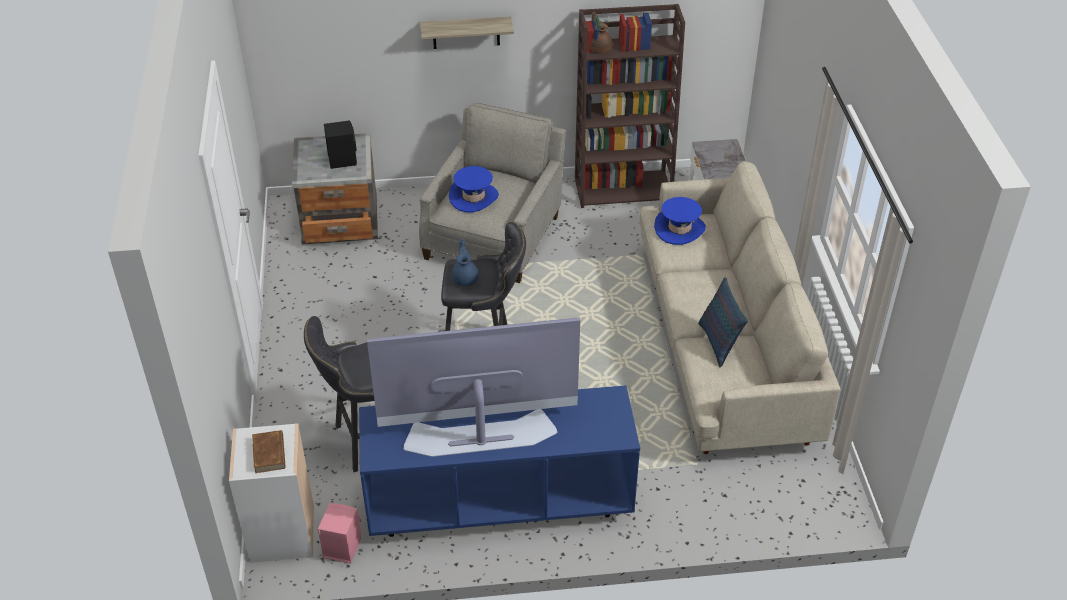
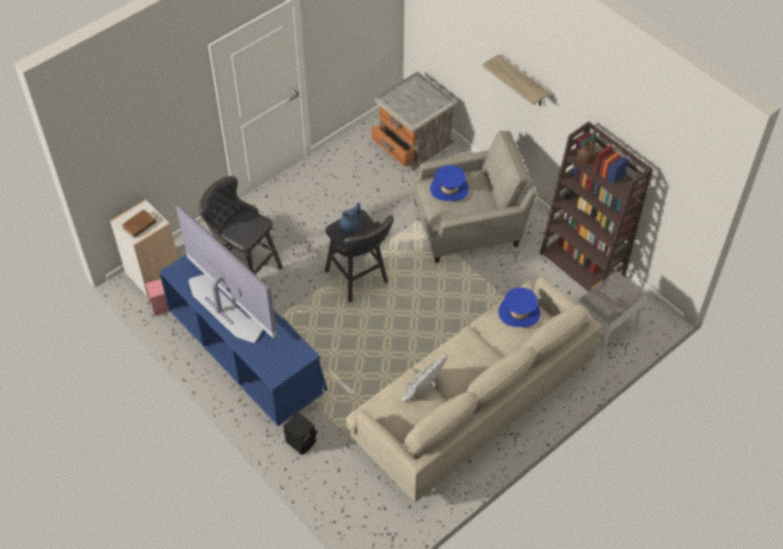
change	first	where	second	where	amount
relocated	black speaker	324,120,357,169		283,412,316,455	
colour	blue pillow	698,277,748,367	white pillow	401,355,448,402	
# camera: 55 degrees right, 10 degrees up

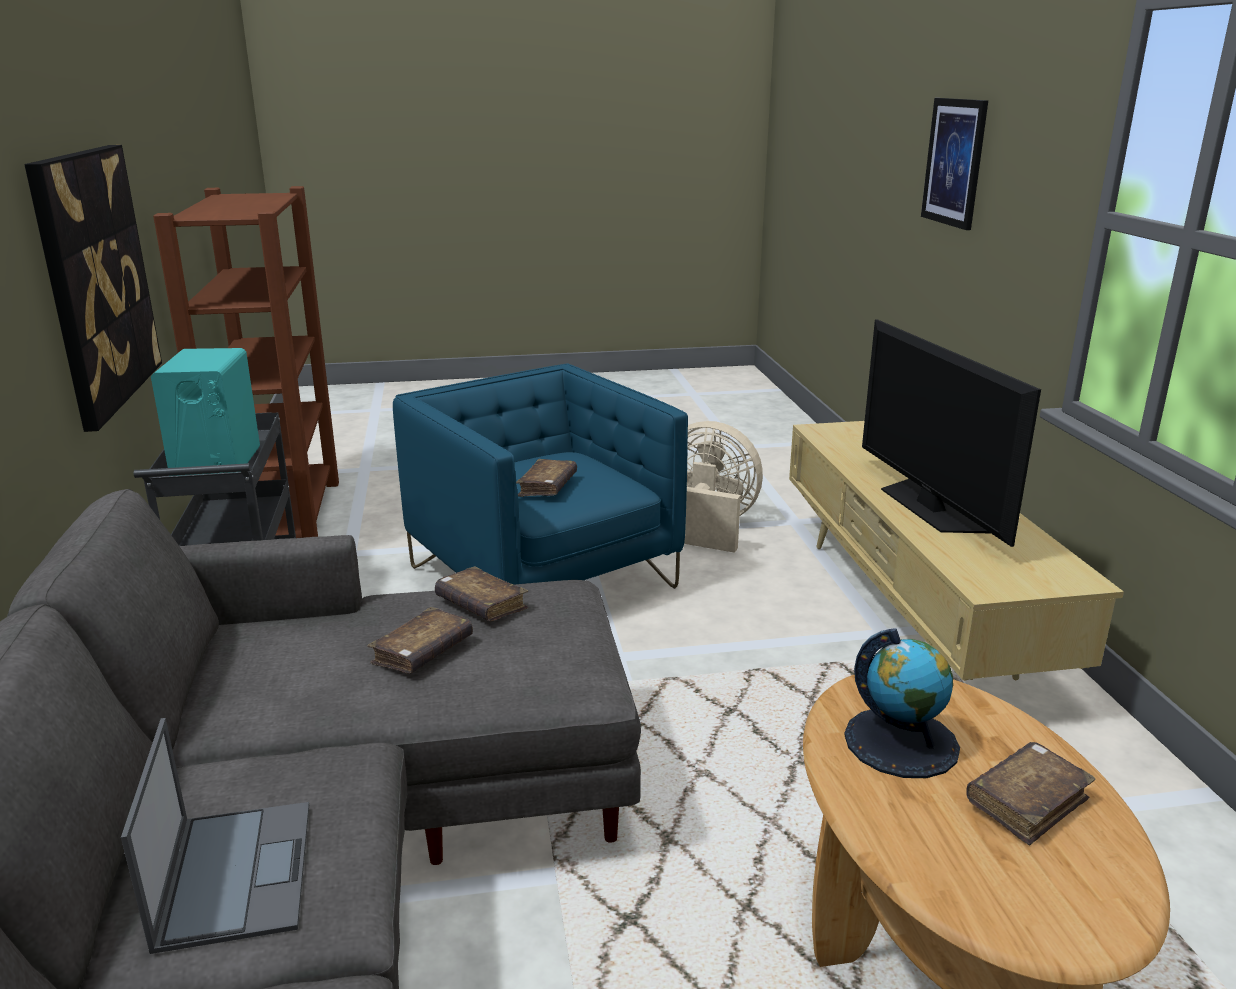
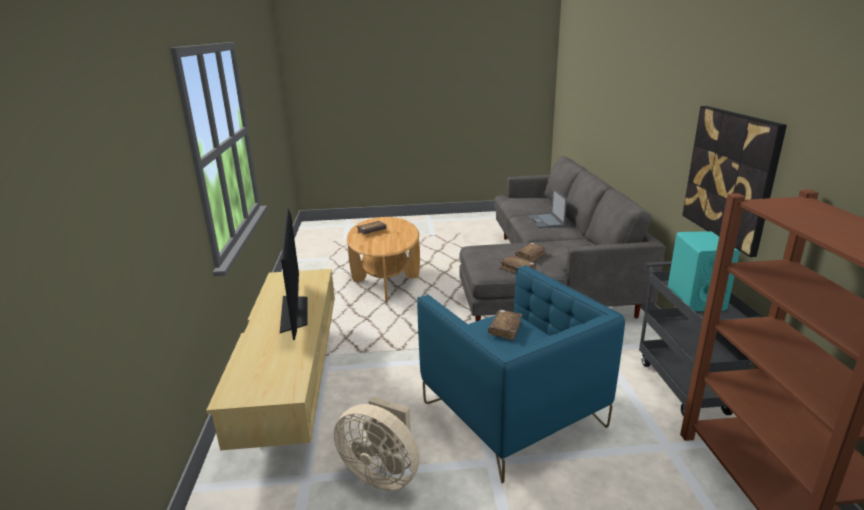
change	first	where	second	where	amount
missing	globe	844,628,960,778			
missing	picture	921,98,988,230			
# camera: 175 degrees left, 0 degrees up

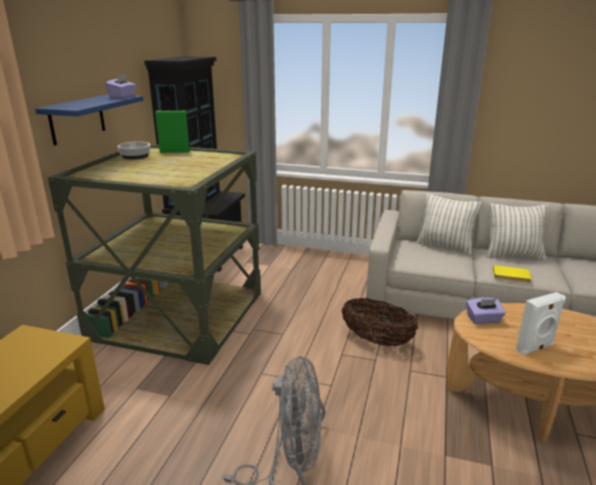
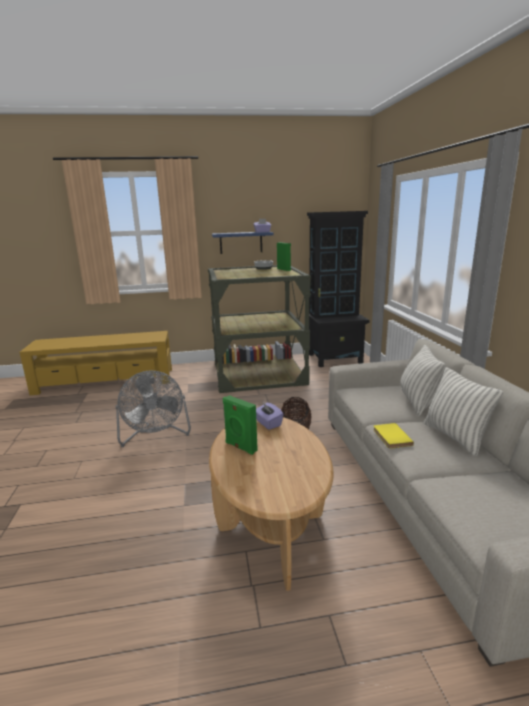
change	first	where	second	where	amount
colour	white speaker	516,292,566,355	green speaker	223,395,258,455	
# camera: 65 degrees right, 5 degrees down

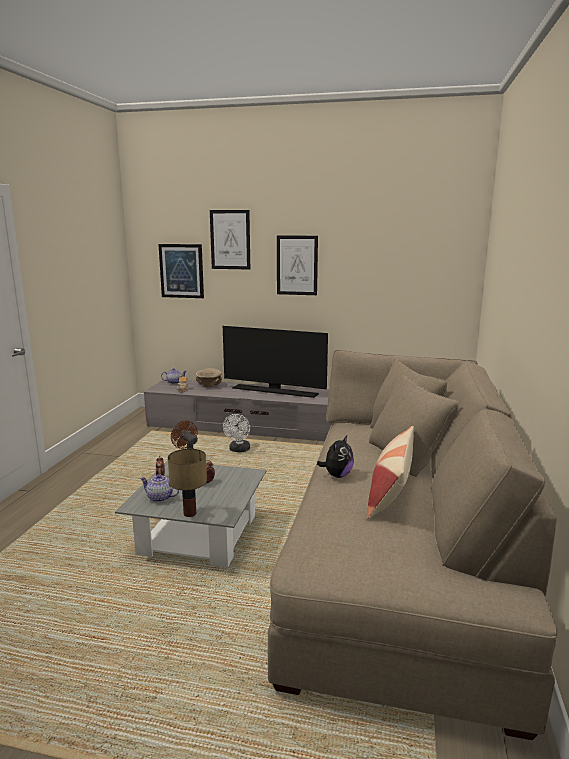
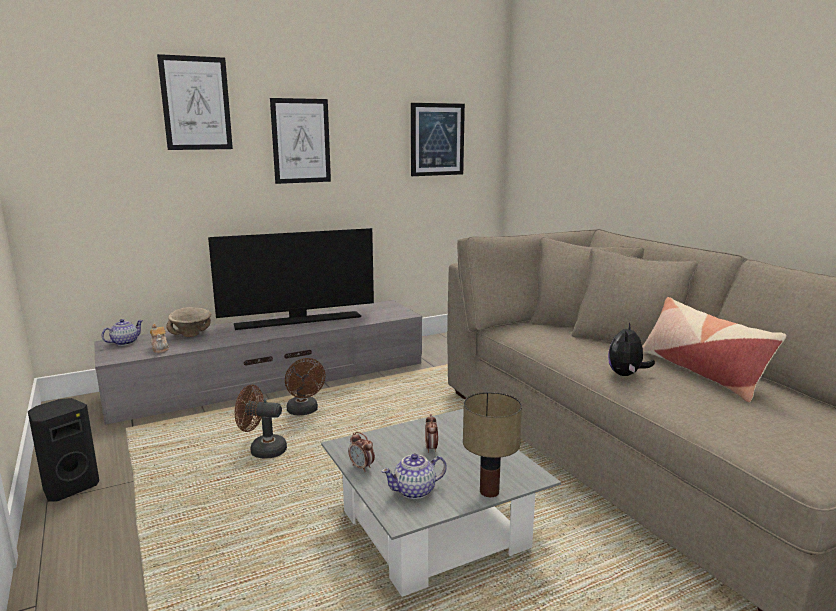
change	first	where	second	where	amount
relocated	picture	158,244,204,298		411,103,465,176	
colour	white fan	223,414,250,452	brown fan	285,358,325,415	
spun	plush toy	317,436,354,478		608,323,655,376	150 degrees counterclockwise
appeared			black speaker	28,398,99,502	
# camera: 40 degrees left, 0 degrees up

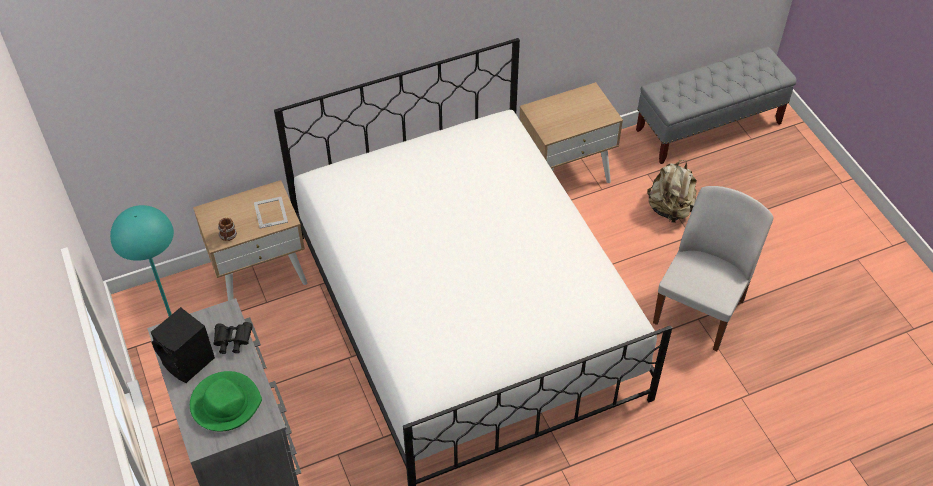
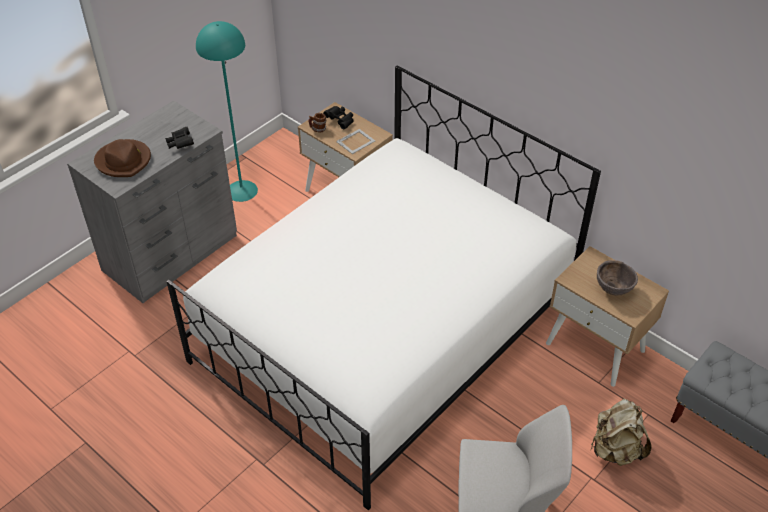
change	first	where	second	where	amount
missing	black speaker	151,307,215,383			
colour	green hat	190,371,262,431	brown hat	94,139,151,177	
appeared			black binoculars	323,106,354,129	
appeared			brown bowl	597,260,638,296	
# camera: 65 degrees right, 5 degrees down

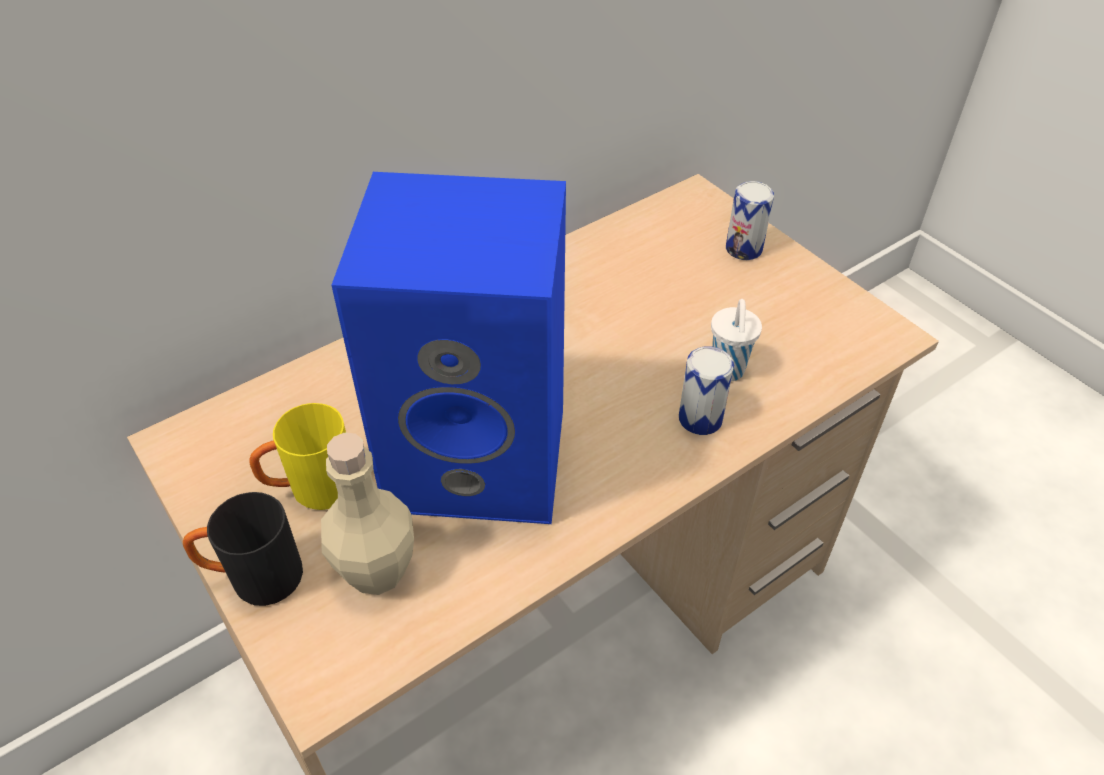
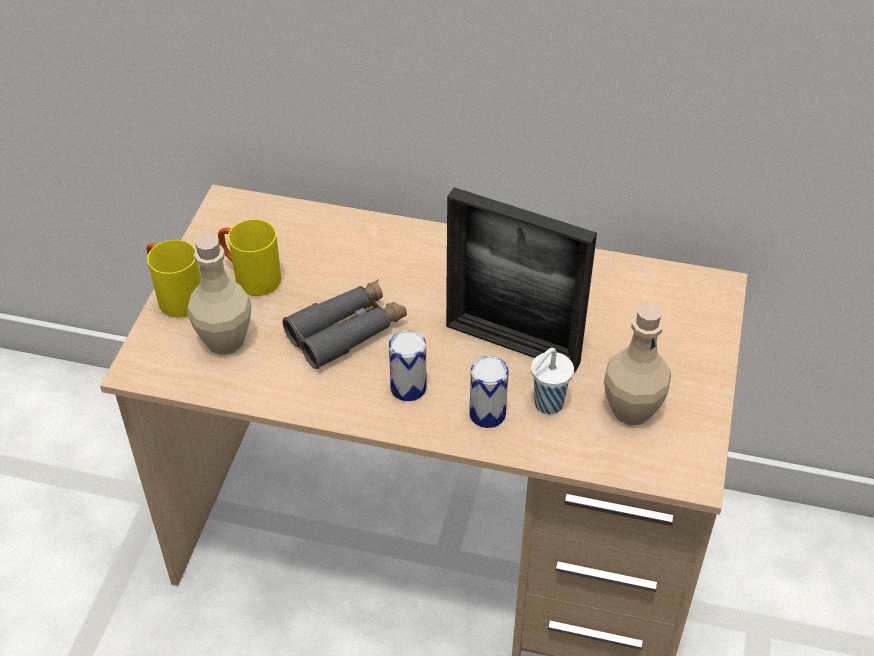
change	first	where	second	where	amount
colour	black mug	183,492,303,606	yellow mug	147,240,201,317	
exchanged	blue speaker	331,172,566,524	grey binoculars	283,279,407,369	
relocated	can	726,181,774,260		389,330,426,401	
appeared			picture frame	446,187,597,372	
appeared			beige bottle	604,303,671,425	
# camera: 50 degrees right, 0 degrees up

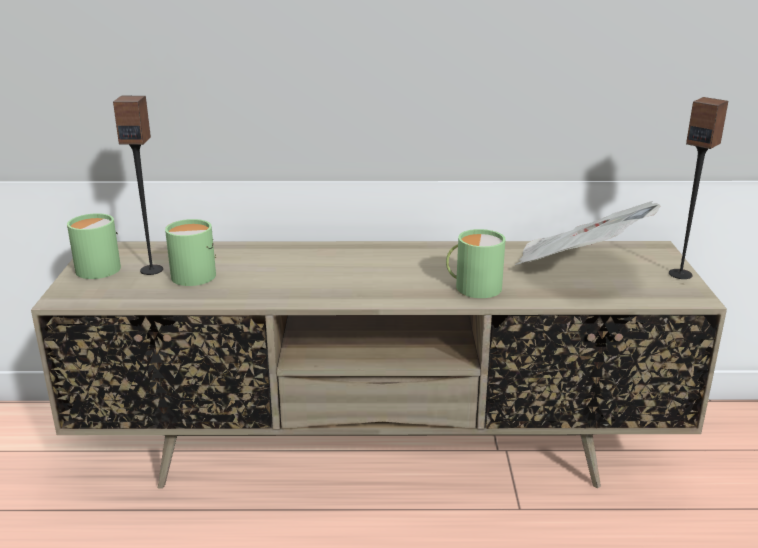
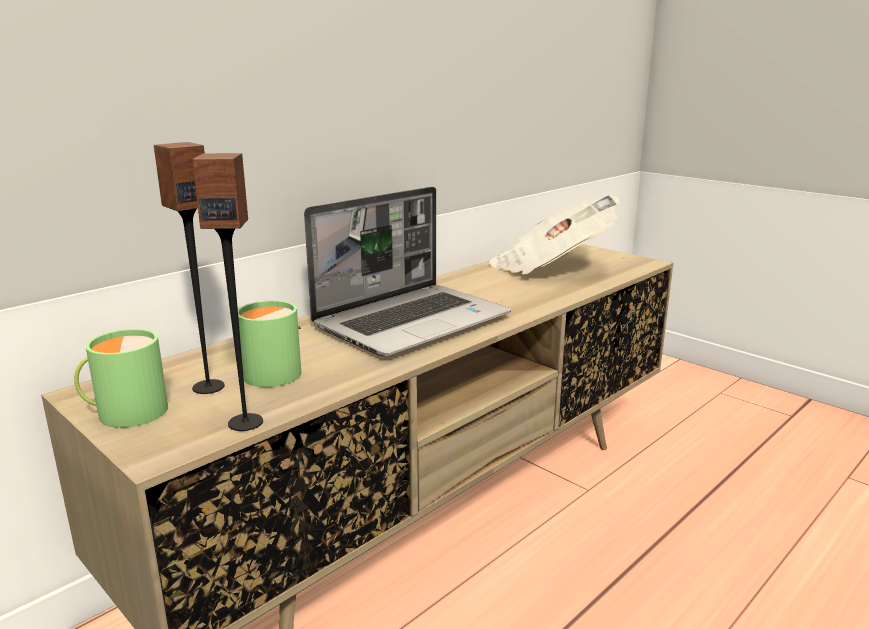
change	first	where	second	where	amount
missing	green mug	446,229,506,298			
relocated	speaker	669,97,728,279		192,153,263,431	
appeared			laptop	304,187,511,356	
# camera: 45 degrees left, 5 degrees down

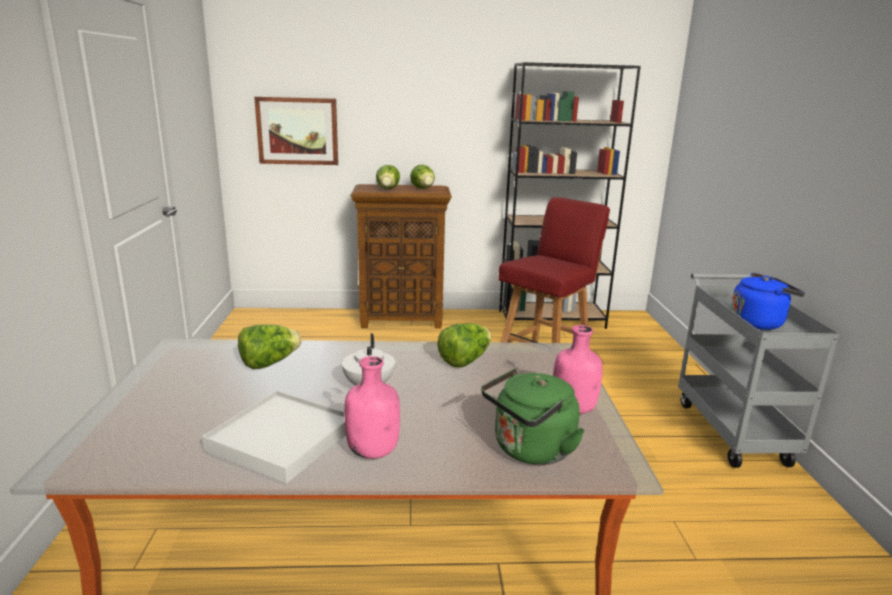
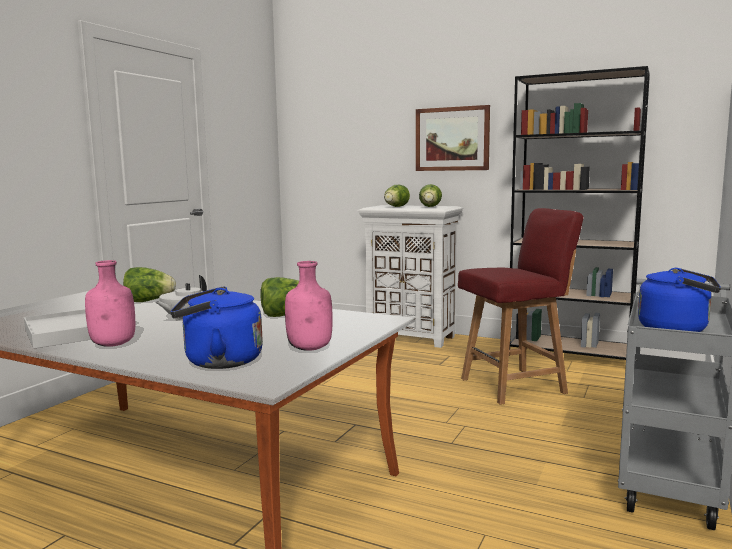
change	first	where	second	where	amount
relocated	picture	254,97,338,165		416,105,490,171	
colour	brown cabinet	350,184,452,329	white cabinet	357,205,464,348	
colour	green kettle	481,368,585,465	blue kettle	170,286,263,369	
# camera: 30 degrees right, 10 degrees down

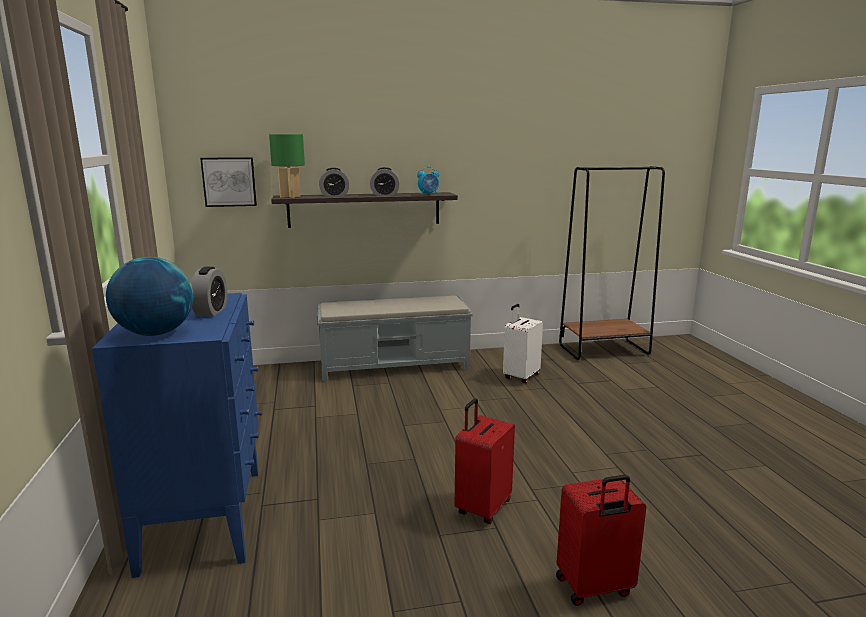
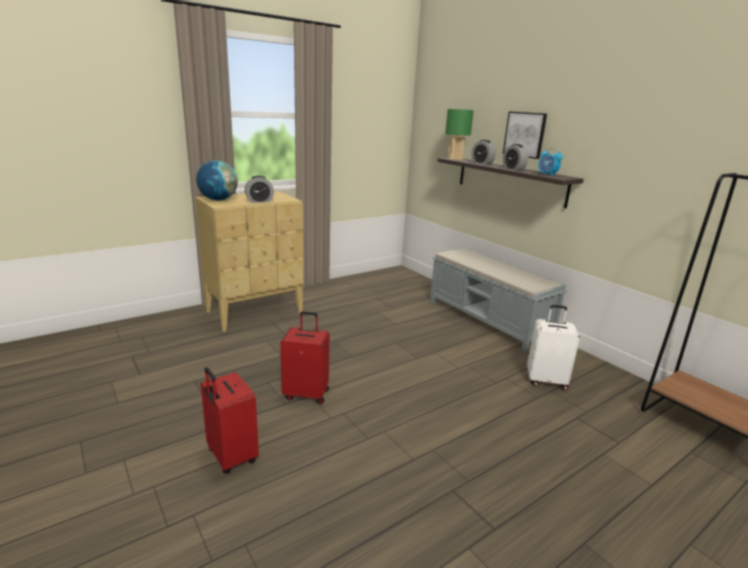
change	first	where	second	where	amount
colour	blue dresser	92,293,262,578	beige dresser	195,191,303,332	
relocated	picture	200,157,257,207		503,112,547,159	
# camera: 65 degrees right, 5 degrees up

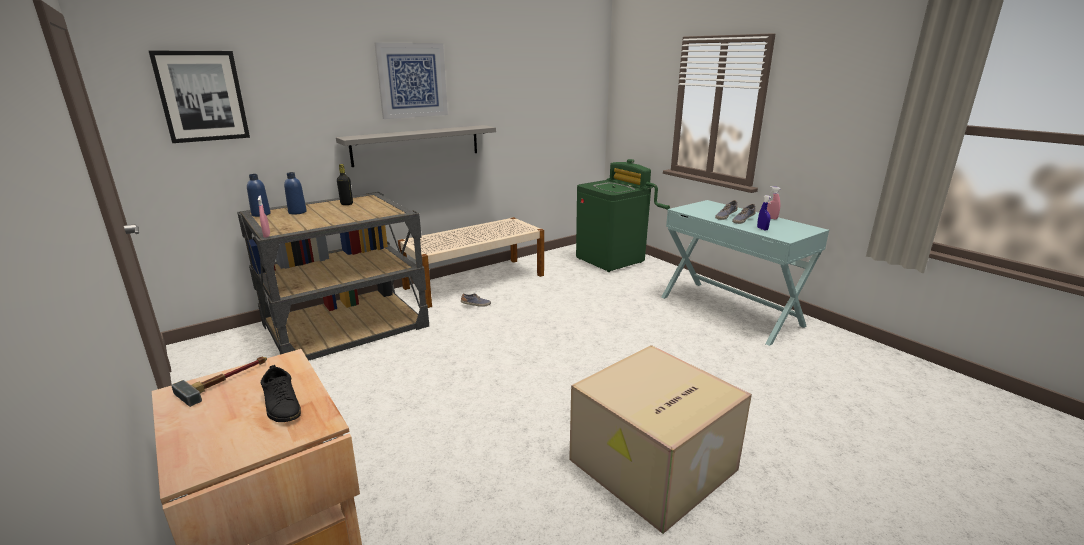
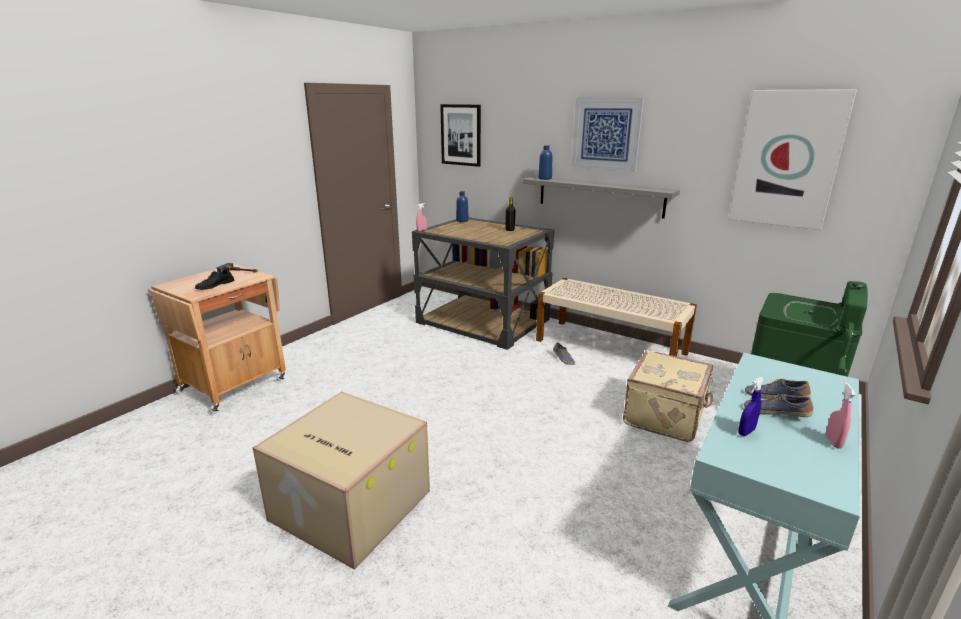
change	first	where	second	where	amount
relocated	blue bottle	284,172,307,215		538,145,552,180	
appeared			beige suitcase	623,350,713,442	
appeared			picture	729,89,857,230	
# camera: 70 degrees right, 0 degrees up

